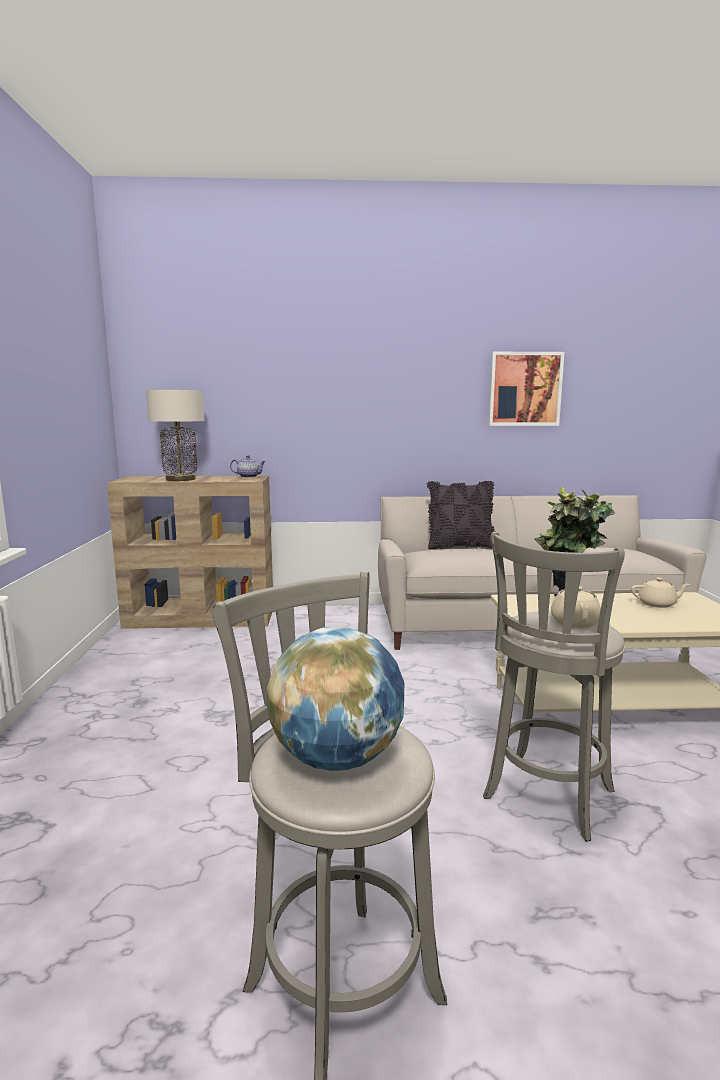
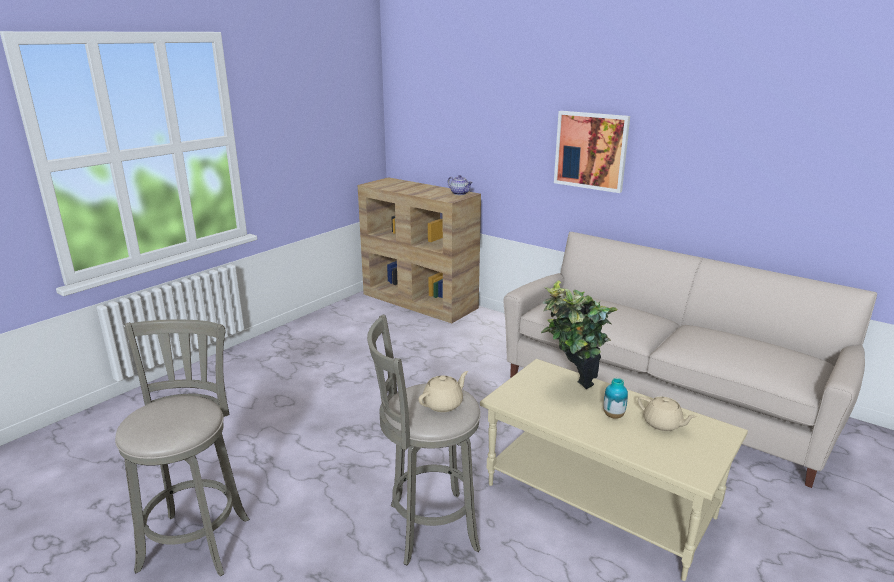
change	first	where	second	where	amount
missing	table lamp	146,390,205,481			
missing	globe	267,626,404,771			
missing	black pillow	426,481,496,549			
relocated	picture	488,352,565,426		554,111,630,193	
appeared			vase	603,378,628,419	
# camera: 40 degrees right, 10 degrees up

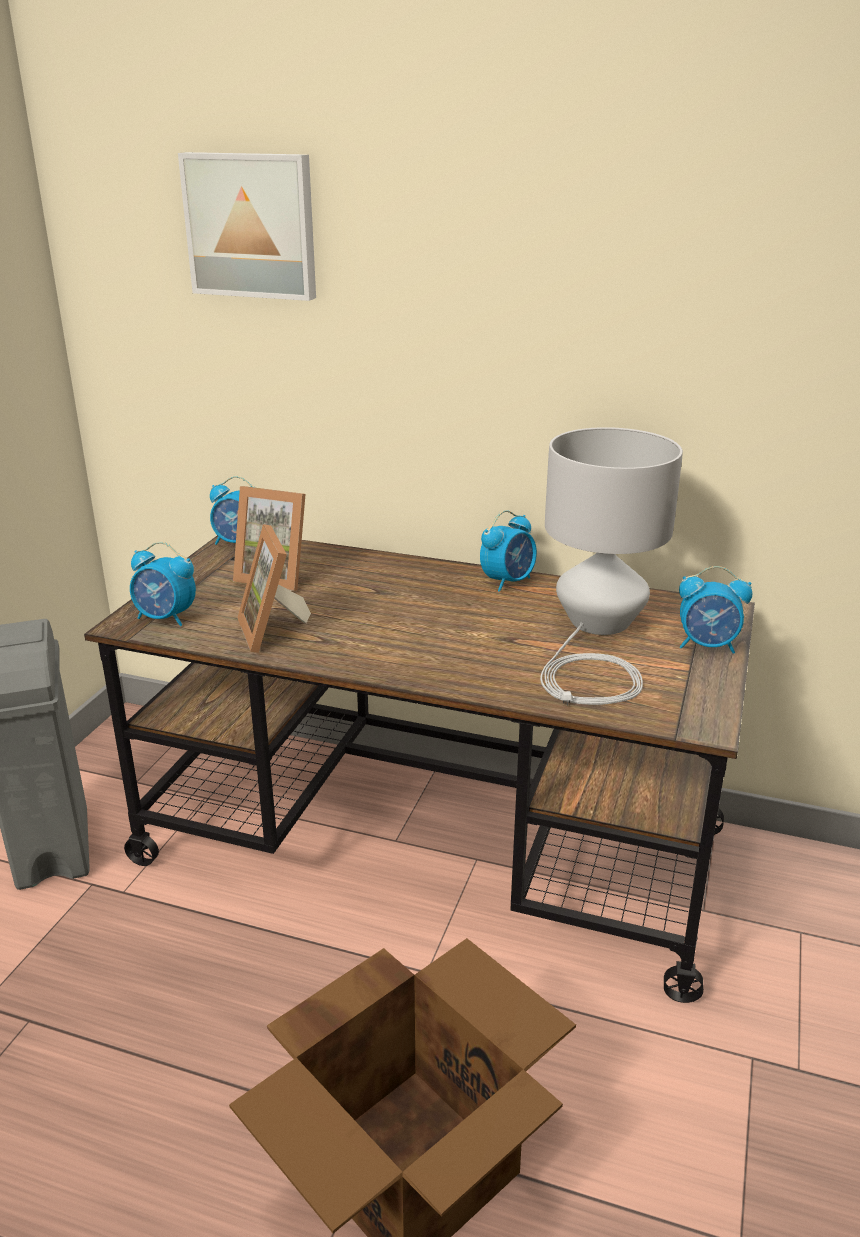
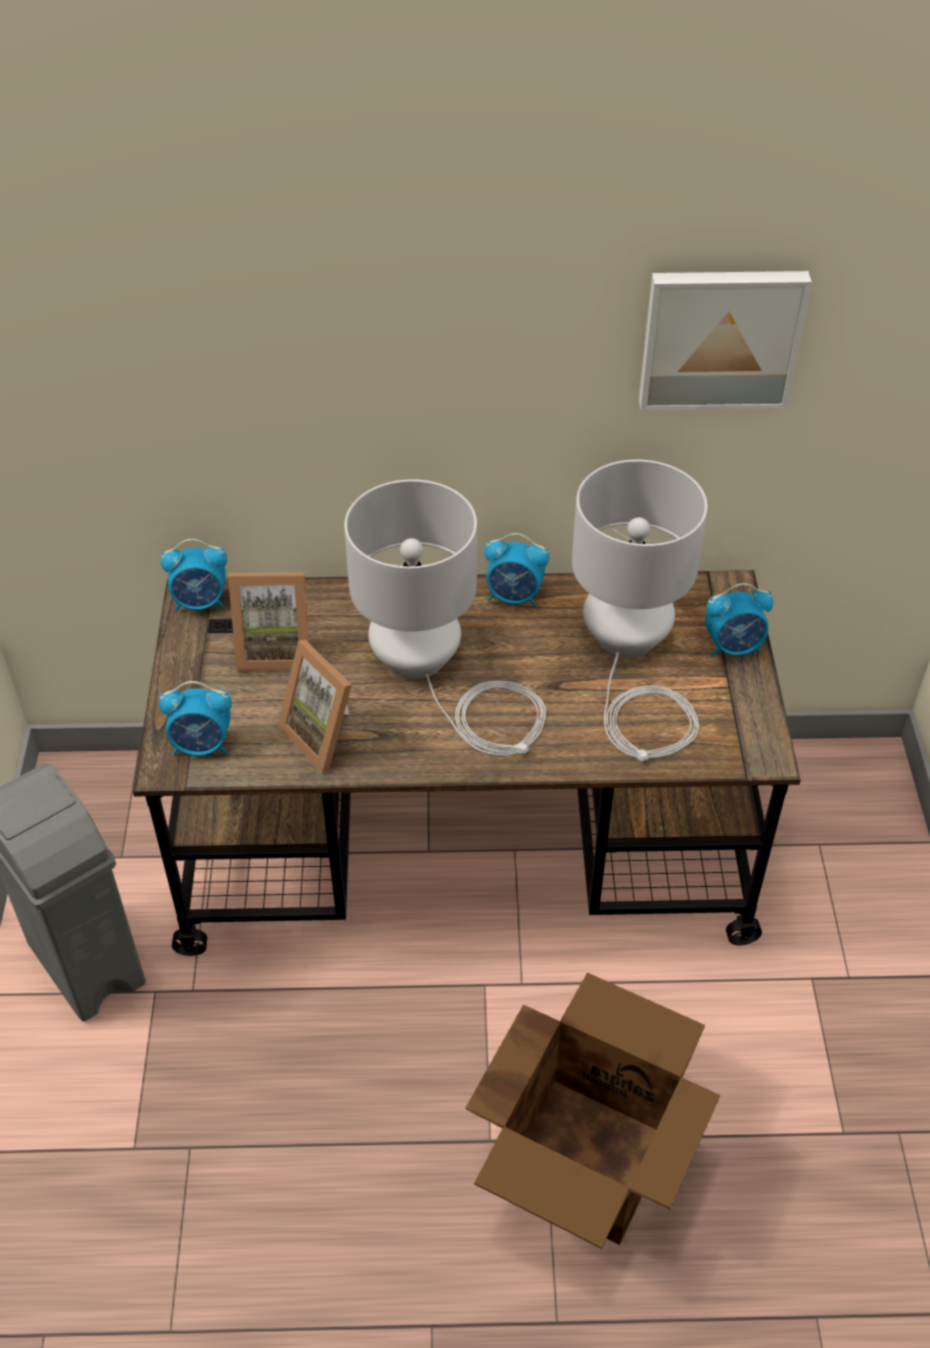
change	first	where	second	where	amount
relocated	picture	178,152,316,301		639,271,812,411	
spun	alarm clock	480,510,537,592		484,533,549,607	75 degrees clockwise
appeared			white table lamp	344,479,546,756	
# camera: 20 degrees left, 20 degrees up

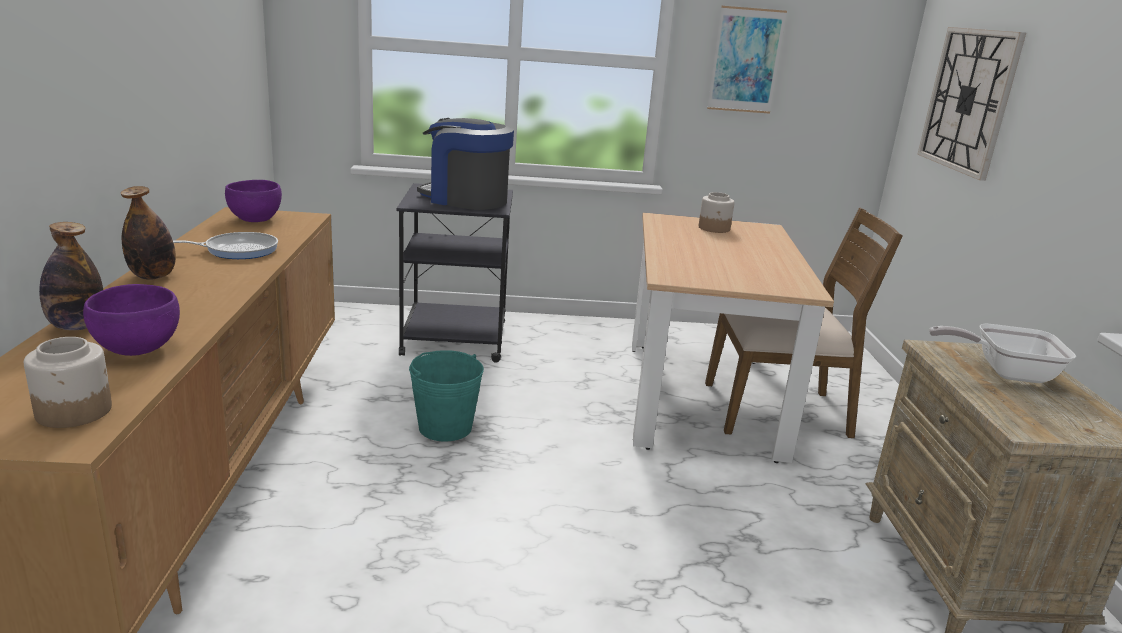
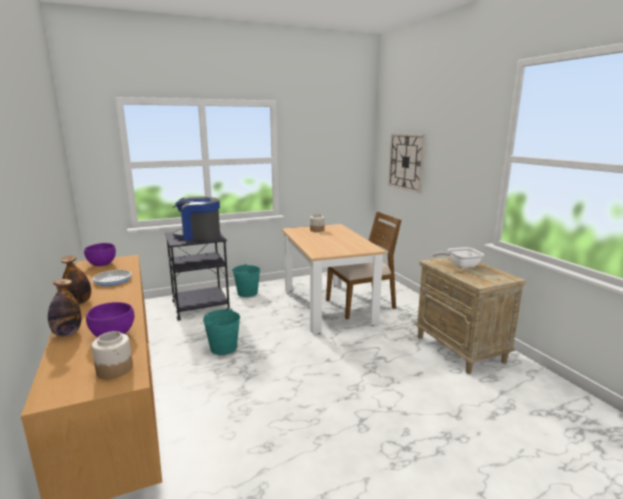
change	first	where	second	where	amount
missing	picture	707,6,787,114			
appeared			turquoise bucket	232,264,260,297	
# camera: 20 degrees left, 5 degrees down

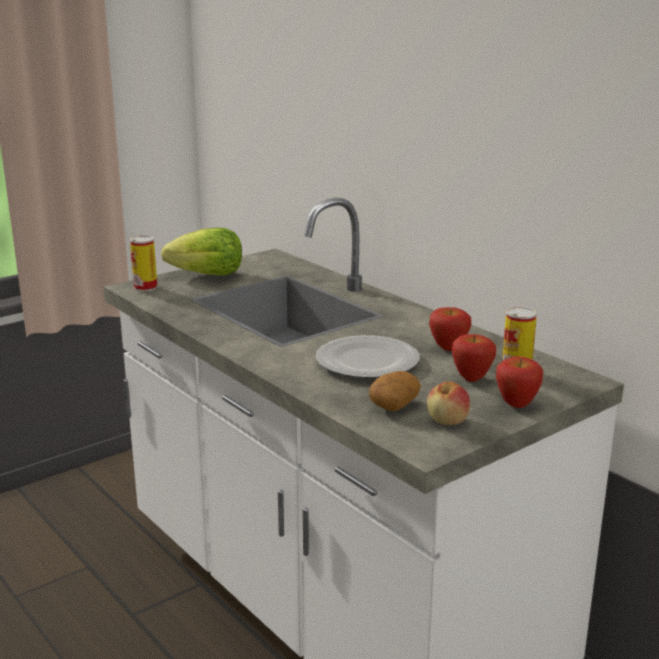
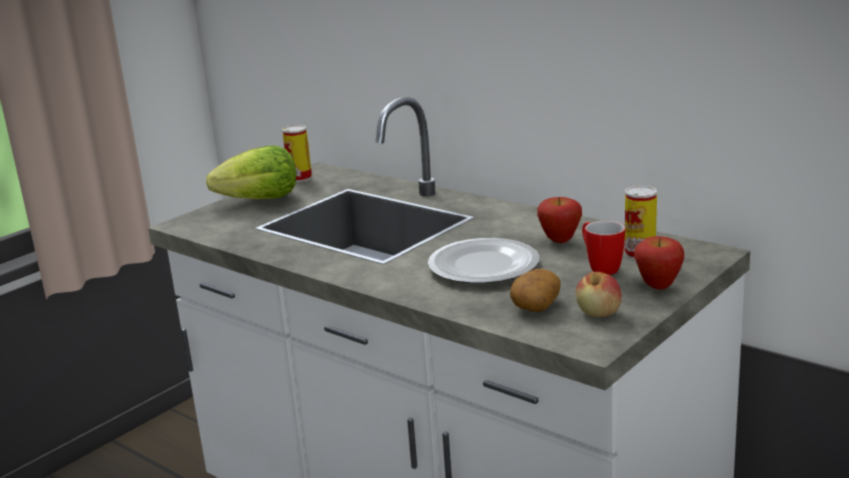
change	first	where	second	where	amount
relocated	can	130,235,157,292		282,125,312,182	
exchanged	apple	452,334,496,382	mug	582,221,625,275	
# camera: 10 degrees left, 0 degrees up

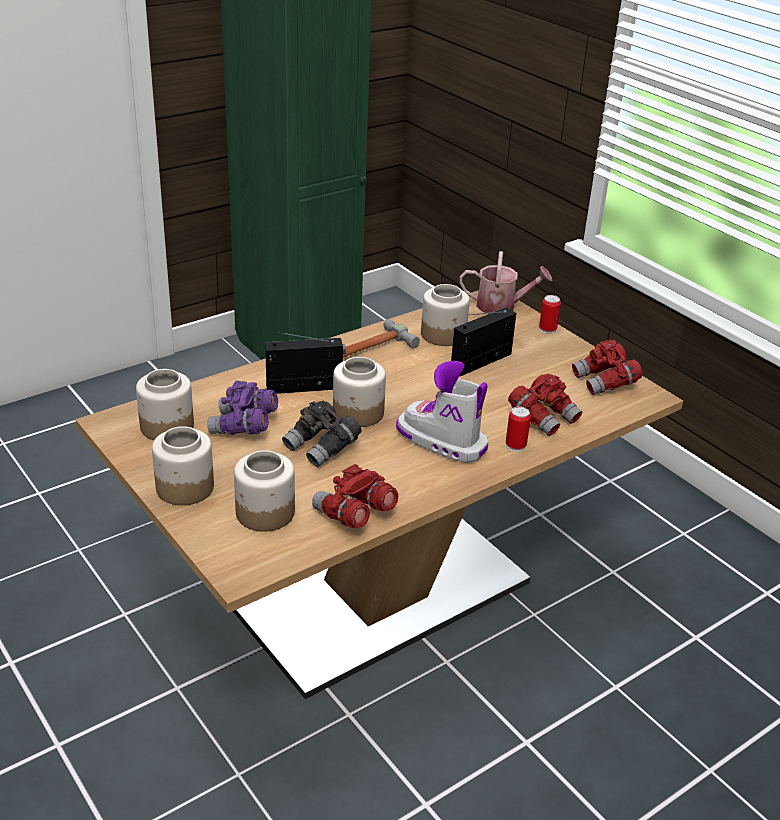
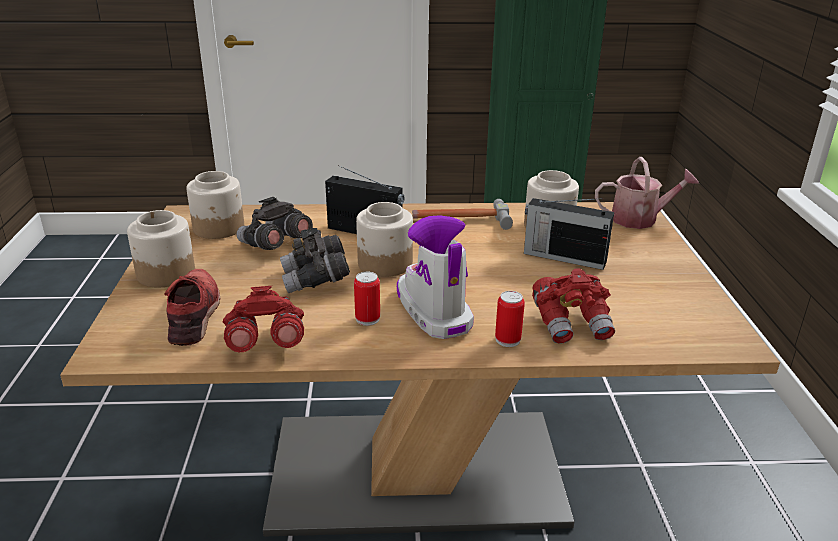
change	first	where	second	where	amount
colour	purple binoculars	207,381,278,435	grey binoculars	237,197,313,250	
exchanged	jar	234,450,295,532	red shoe	164,269,220,346	
spun	radio	451,307,516,376		524,198,614,270	150 degrees counterclockwise
spun	watering can	460,251,553,313		595,157,699,229	45 degrees counterclockwise
relocated	can	539,295,561,334		354,271,380,326	
missing	red binoculars	572,340,643,395			
# camera: 35 degrees right, 5 degrees down

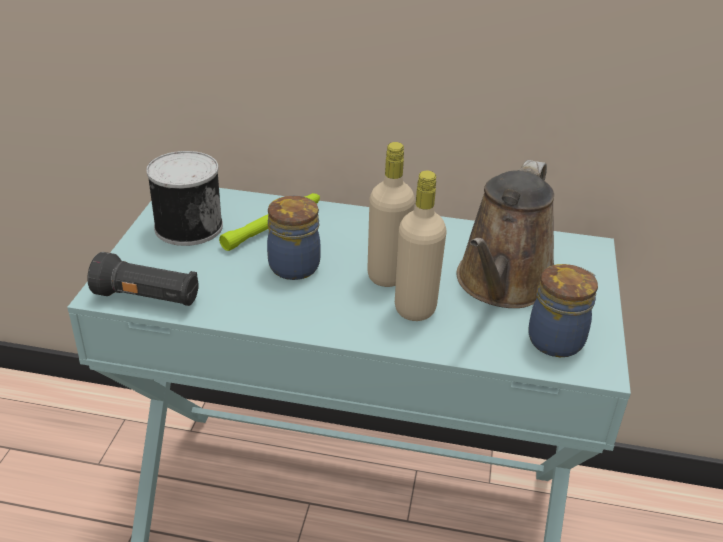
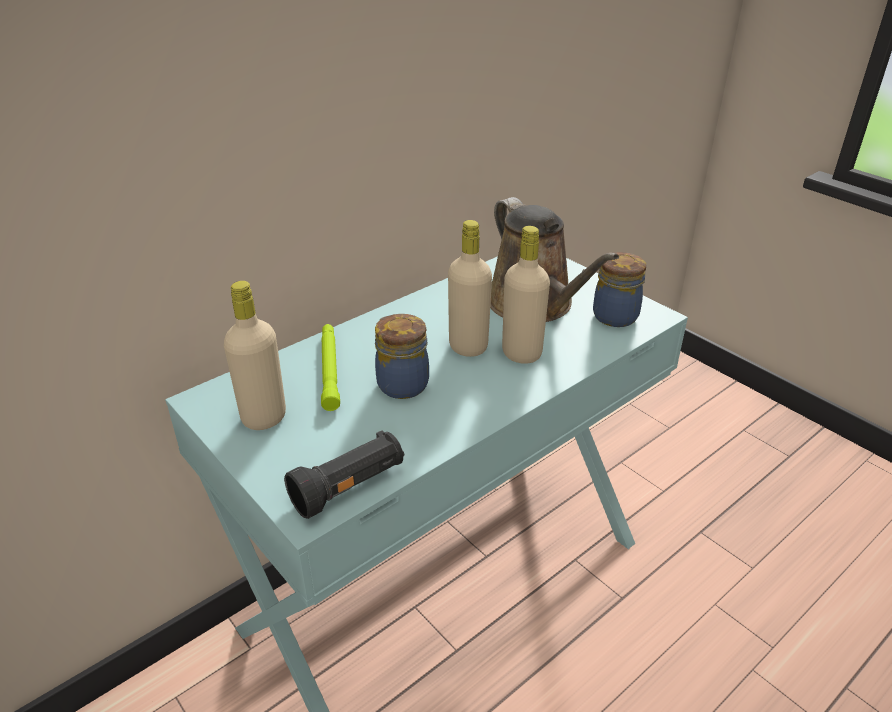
change	first	where	second	where	amount
exchanged	can	146,151,223,246	beige bottle	224,281,286,430	
# camera: 50 degrees left, 0 degrees up

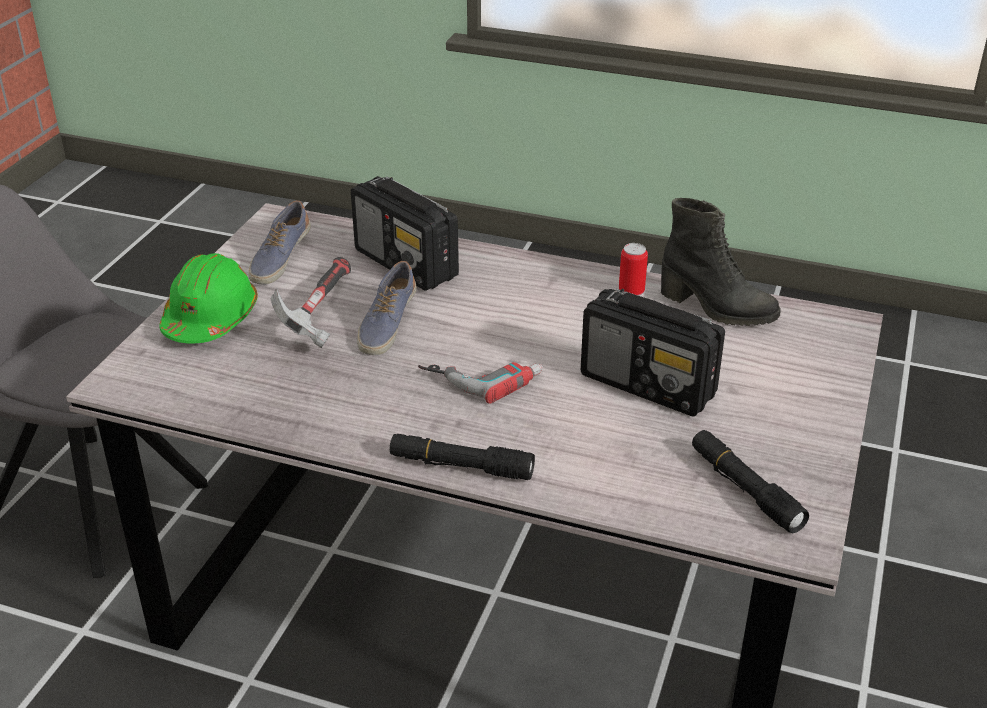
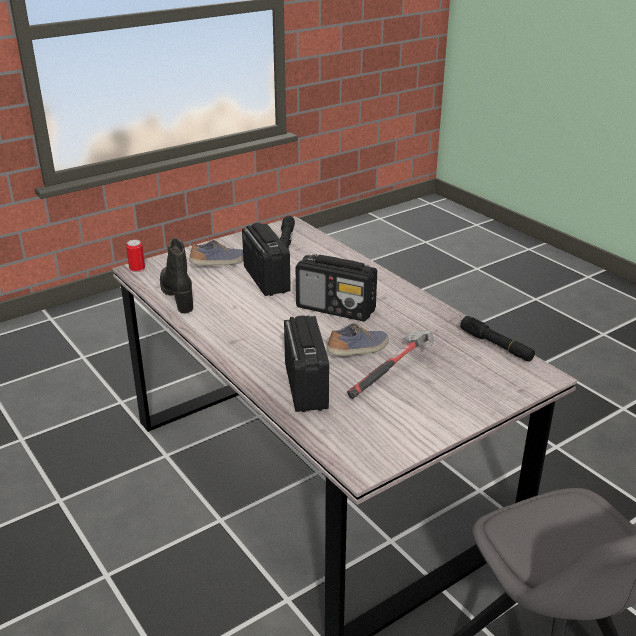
change	first	where	second	where	amount
missing	green hard hat	159,253,258,344			
relocated	shoe	248,201,311,284		189,240,244,265	
relocated	black flashlight	390,434,535,480		460,316,535,361	
exchanged	power drill	418,362,543,404	radio	296,254,377,321	
relocated	can	619,243,648,297		126,240,145,273	
# camera: 145 degrees left, 5 degrees down

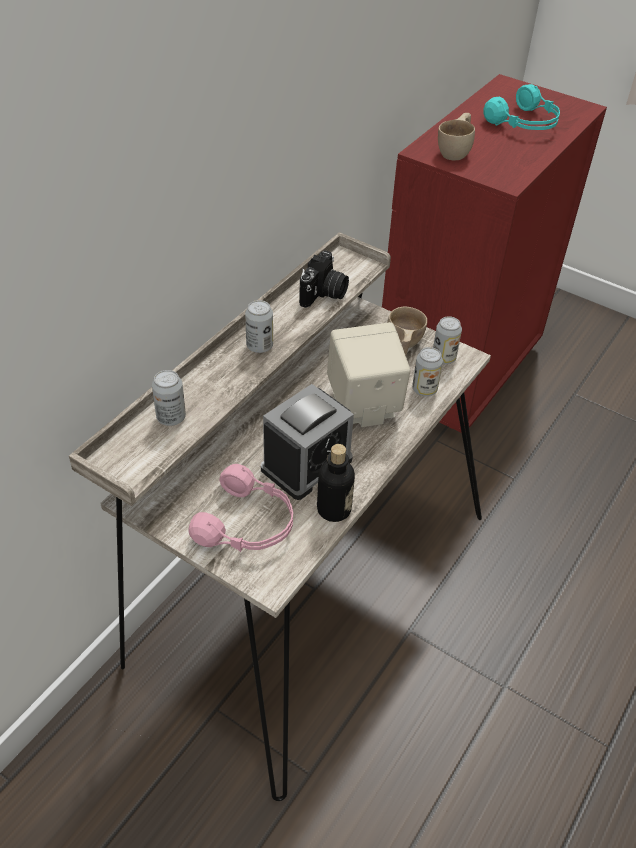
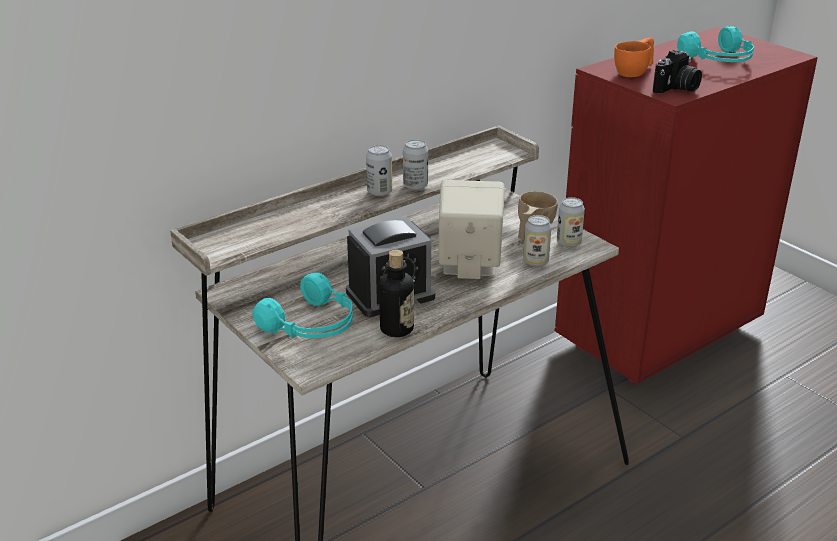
change	first	where	second	where	amount
relocated	can	152,370,186,426		403,139,428,190	
colour	pink headphones	188,464,293,552	turquoise headphones	253,273,353,338	
relocated	photo camera	299,250,349,308		653,50,702,94	
colour	beige cup	438,113,475,160	orange cup	614,38,654,77	
# camera: 20 degrees right, 15 degrees down

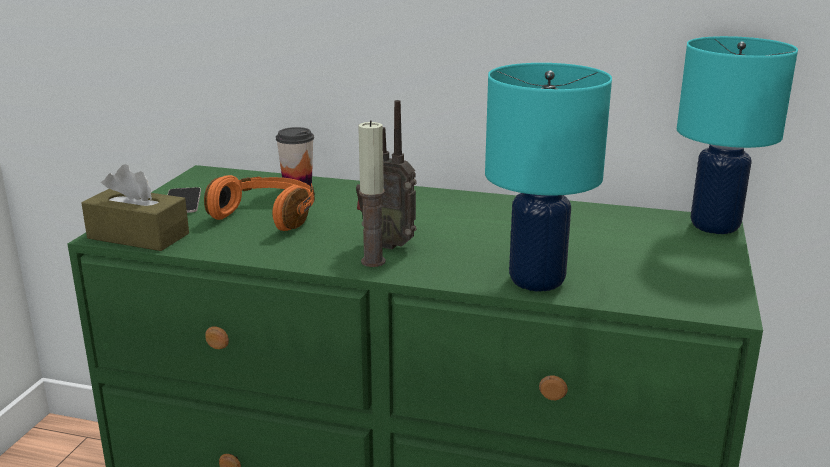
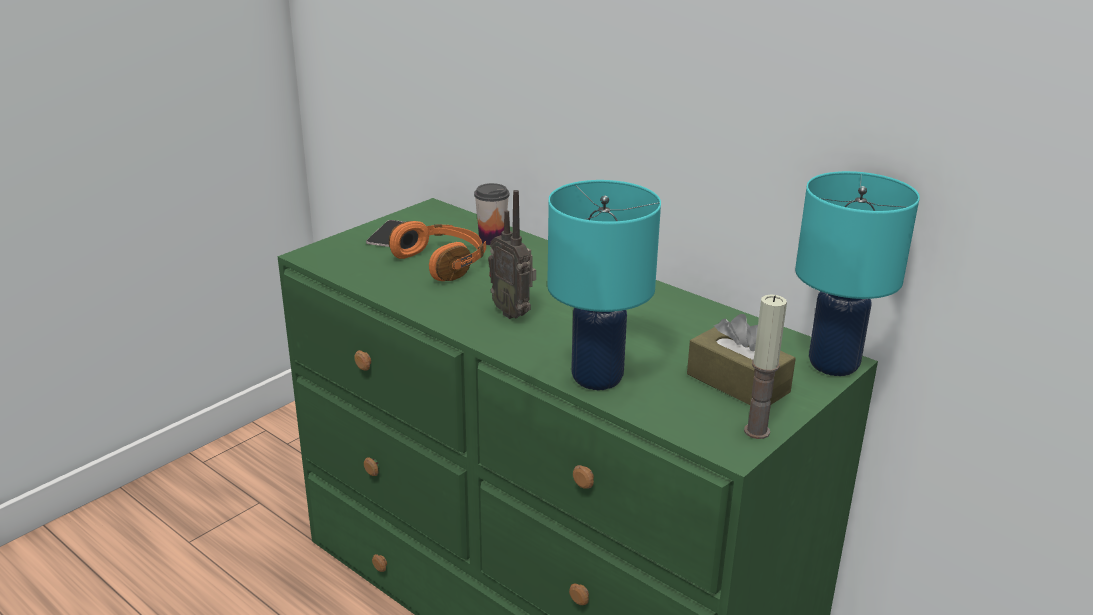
change	first	where	second	where	amount
relocated	brown tissue box	81,164,189,251		687,314,796,405	
relocated	candle	358,120,386,267		744,294,787,439	
# camera: 25 degrees right, 5 degrees up

